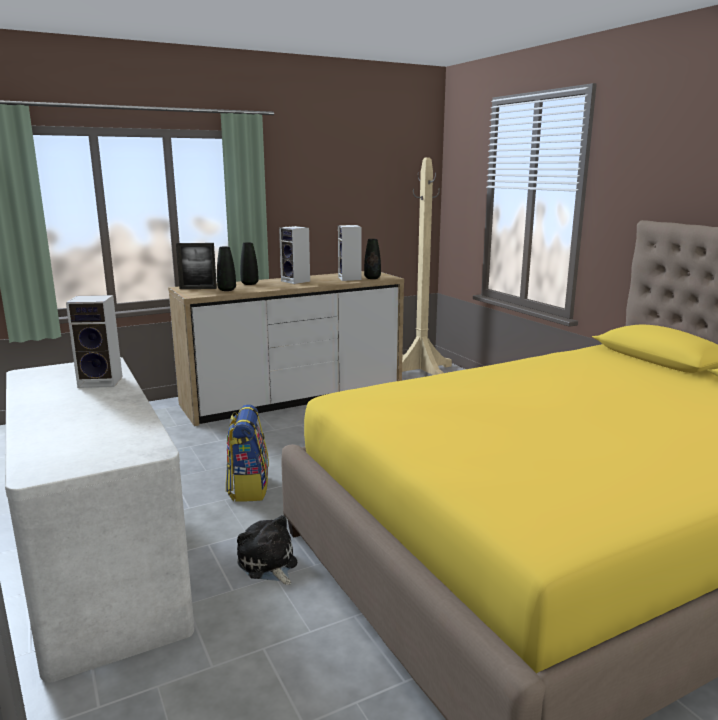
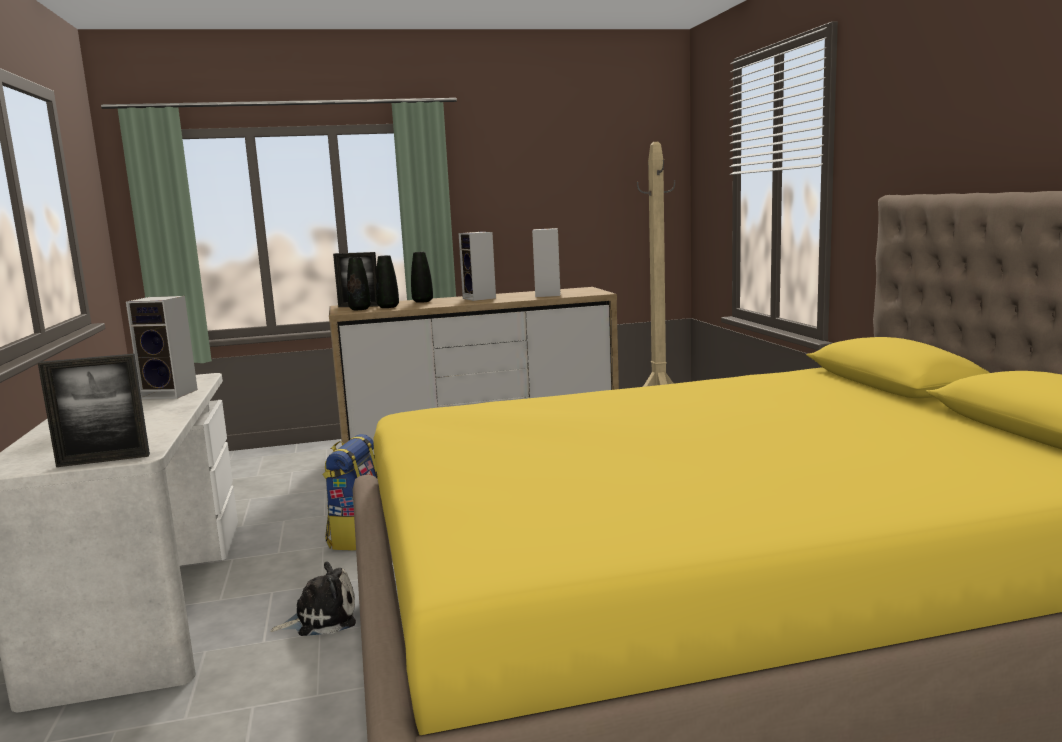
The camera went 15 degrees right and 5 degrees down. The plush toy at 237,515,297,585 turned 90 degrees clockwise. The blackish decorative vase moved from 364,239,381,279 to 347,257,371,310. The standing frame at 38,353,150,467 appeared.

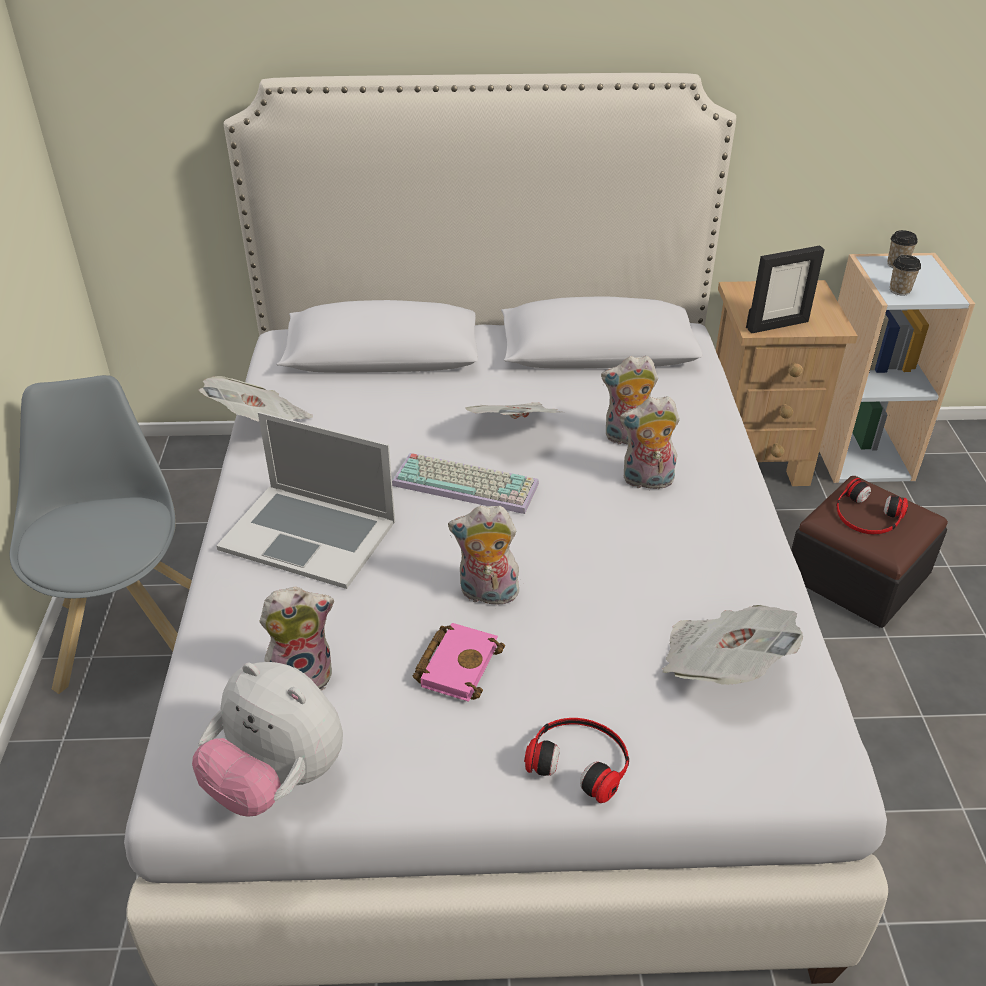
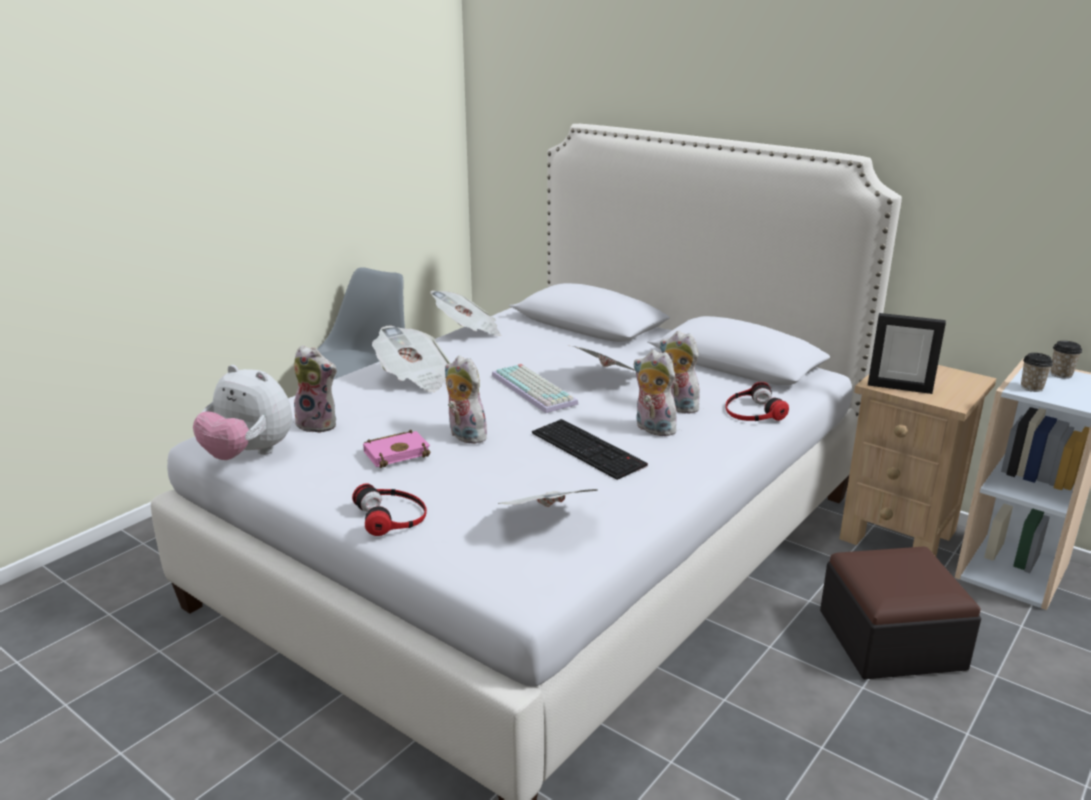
The camera went 40 degrees right and 15 degrees down. The plush toy at 192,662,343,817 turned 45 degrees counterclockwise. The laptop at 216,412,395,589 was replaced by the newspaper at 372,326,451,392. The pair of headphones moved from 836,478,908,534 to 726,382,789,421. The computer keyboard at 532,419,648,480 appeared.

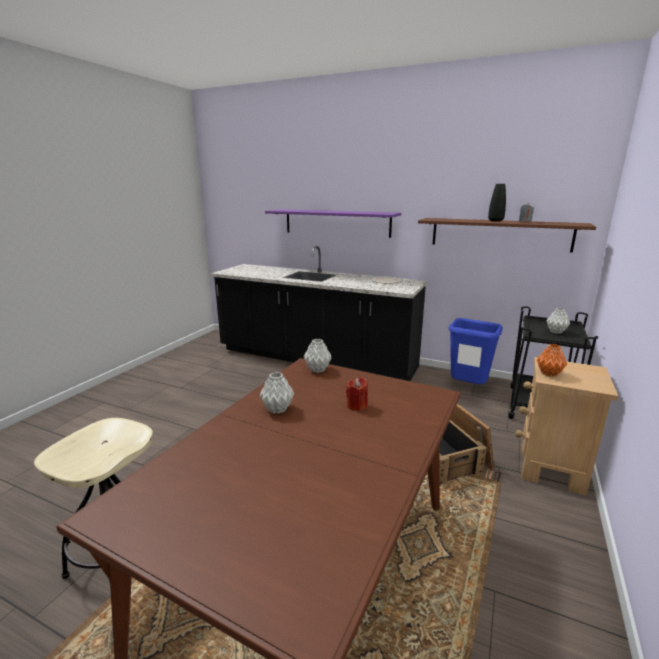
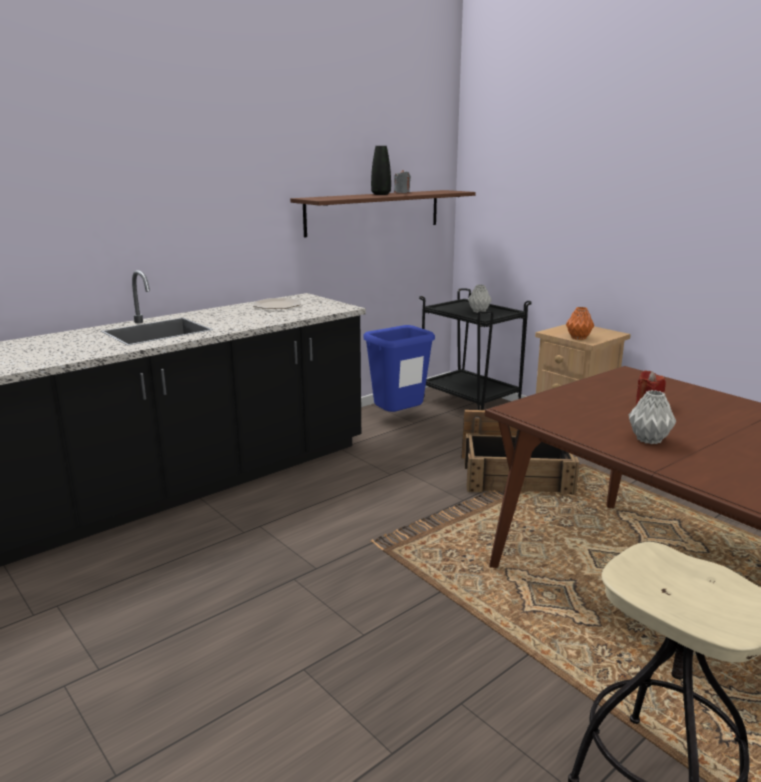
The camera went 65 degrees left and 0 degrees up. The purplish shelf at 265,209,401,238 disappeared. The grey decorative vase at 304,339,331,373 disappeared.

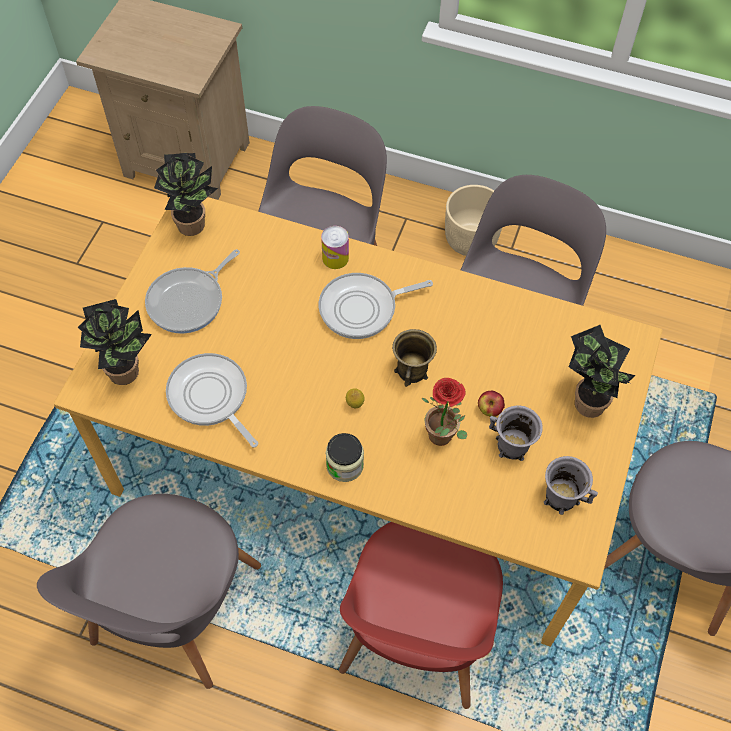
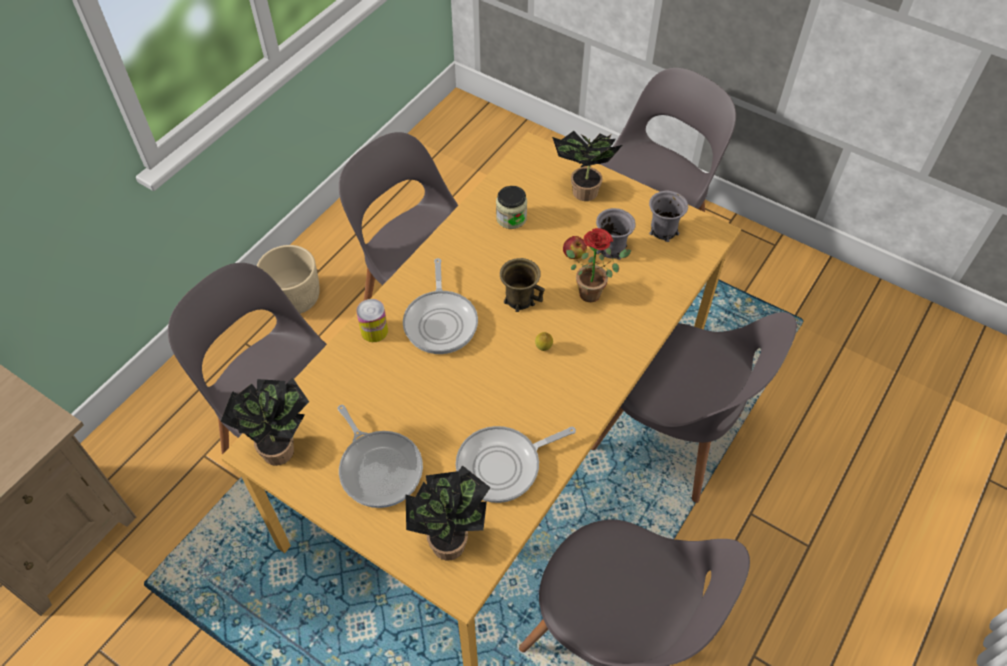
The camera went 75 degrees left and 5 degrees down. The storage jar moved from 326,433,364,482 to 496,186,527,229. The reddish chair at 339,522,503,709 became the grey chair at 591,312,797,503.

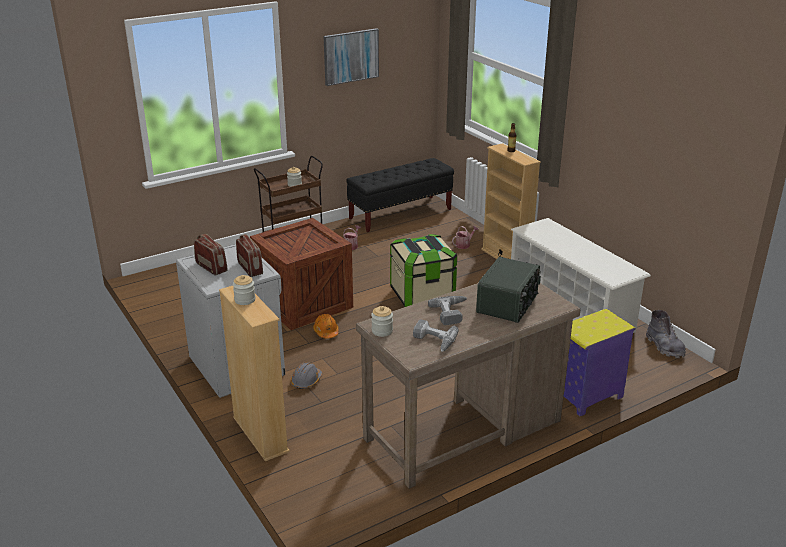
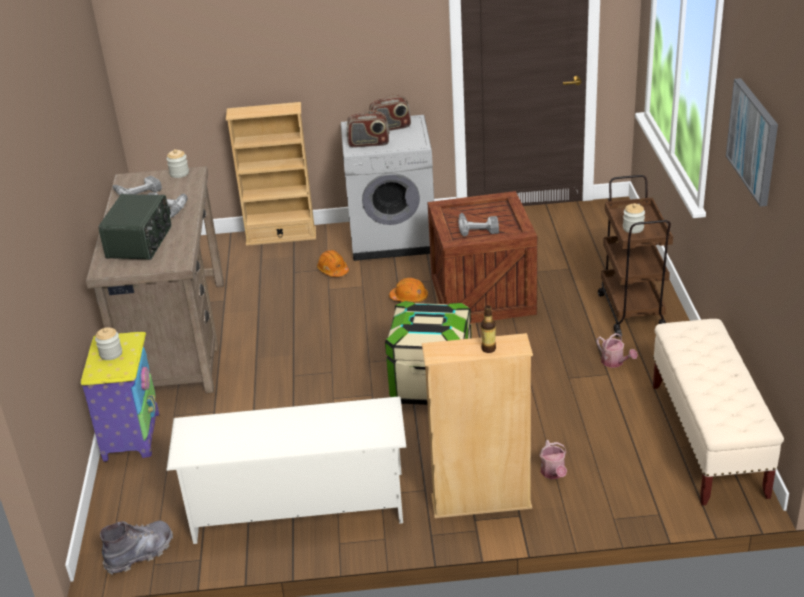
The camera went 120 degrees right and 5 degrees up. The storage jar moved from 233,275,256,305 to 95,327,122,360. The grey hard hat at 291,362,322,389 became the orange-coloured hard hat at 317,250,349,277. The blackish bench at 346,158,454,232 became the sand-coloured bench at 653,319,784,505. The radio at 476,256,541,323 turned 135 degrees counterclockwise. The grey tall boot at 646,310,686,358 turned 135 degrees clockwise. The drill at 458,213,499,236 appeared.

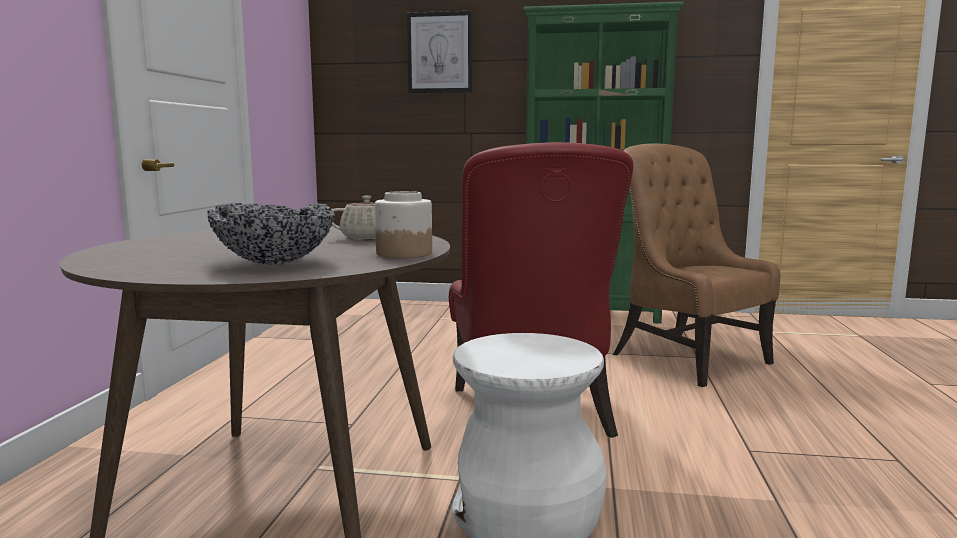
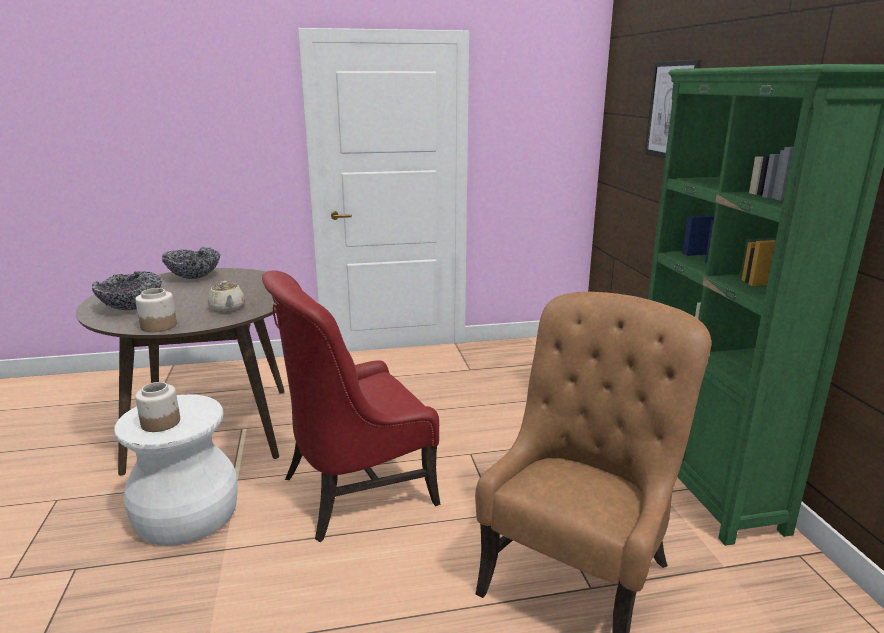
The camera went 70 degrees right and 10 degrees up. The storage jar at 135,382,180,432 appeared. The bowl at 162,247,220,279 appeared.

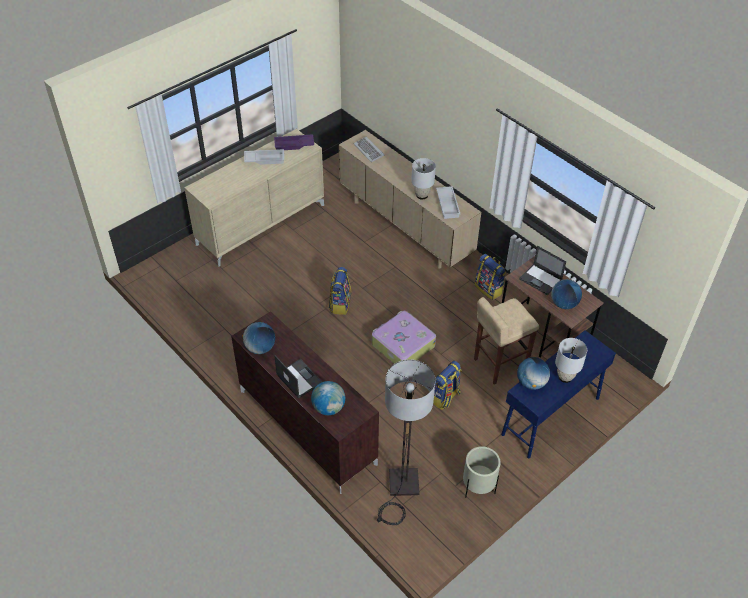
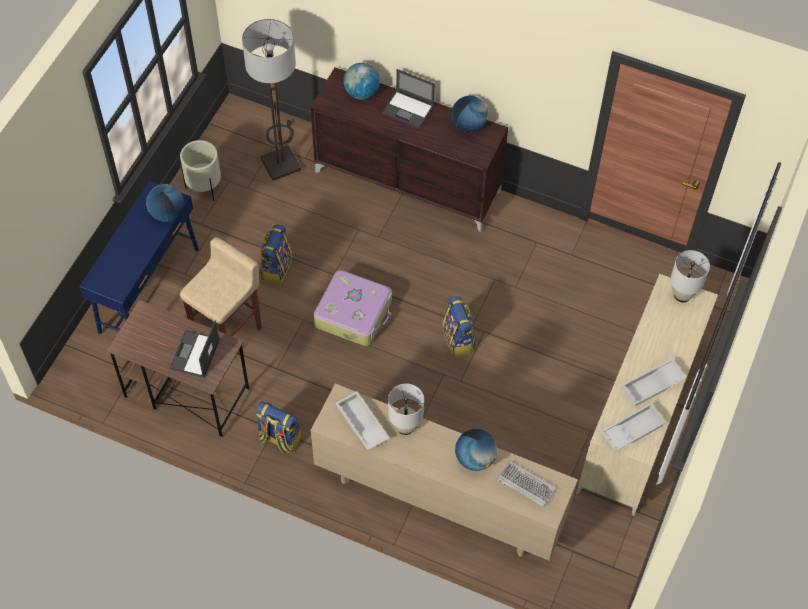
The camera went 155 degrees right and 10 degrees up. The purplish tray at 274,134,314,150 became the whitish tray at 600,403,666,452. The laptop at 519,246,566,295 turned 90 degrees counterclockwise. The world globe moved from 551,279,582,309 to 455,429,497,471. The whitish table lamp moved from 555,338,587,383 to 671,250,710,302.

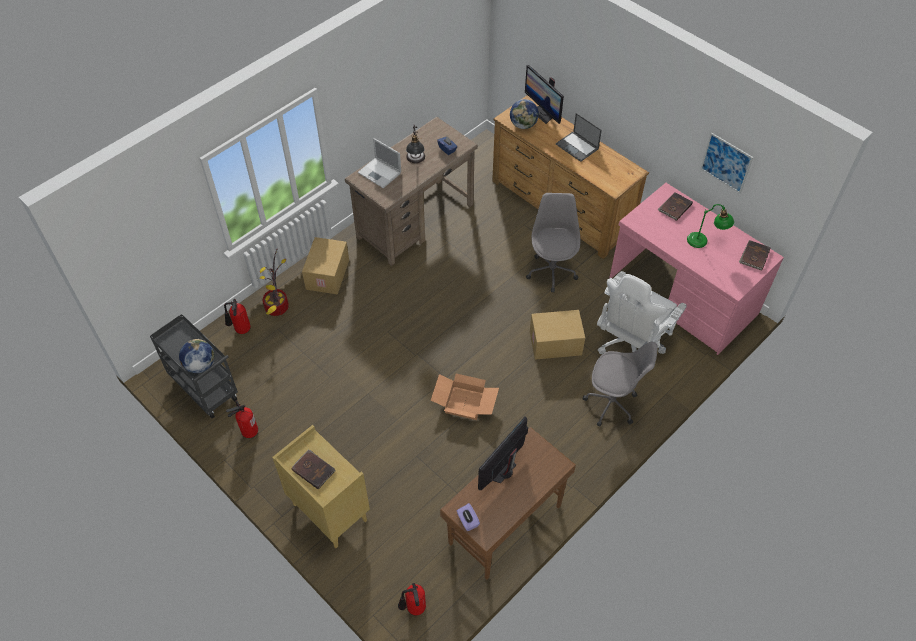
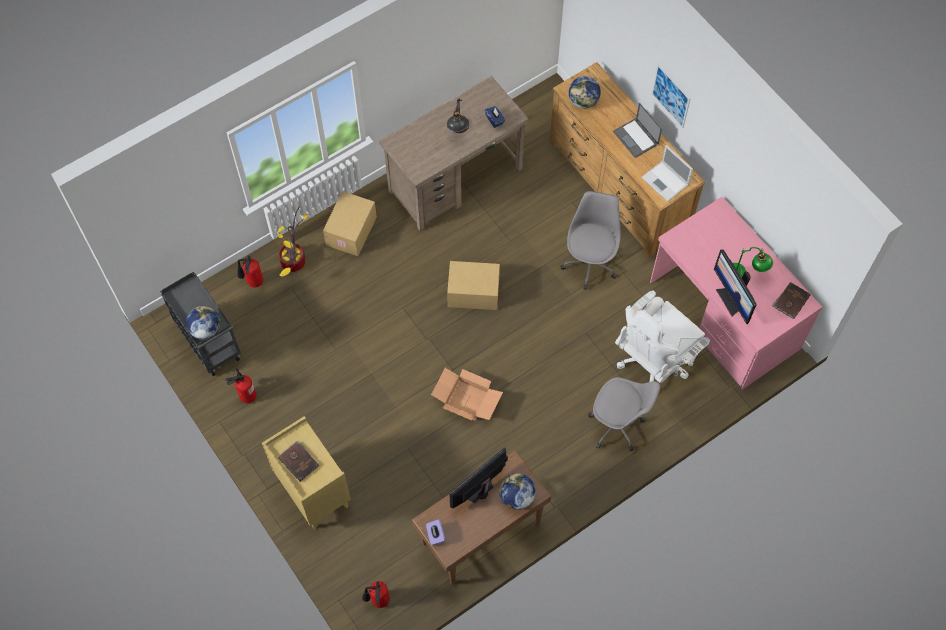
The camera went 10 degrees right and 10 degrees up. The laptop moved from 358,138,401,188 to 641,145,693,202. The monitor moved from 525,65,564,124 to 714,249,757,324. The carton moved from 530,310,585,360 to 447,261,500,310. The brown-coloured bound book at 657,192,693,221 disappeared. The picture moved from 700,132,753,194 to 652,64,691,128. The world globe at 499,473,536,510 appeared.

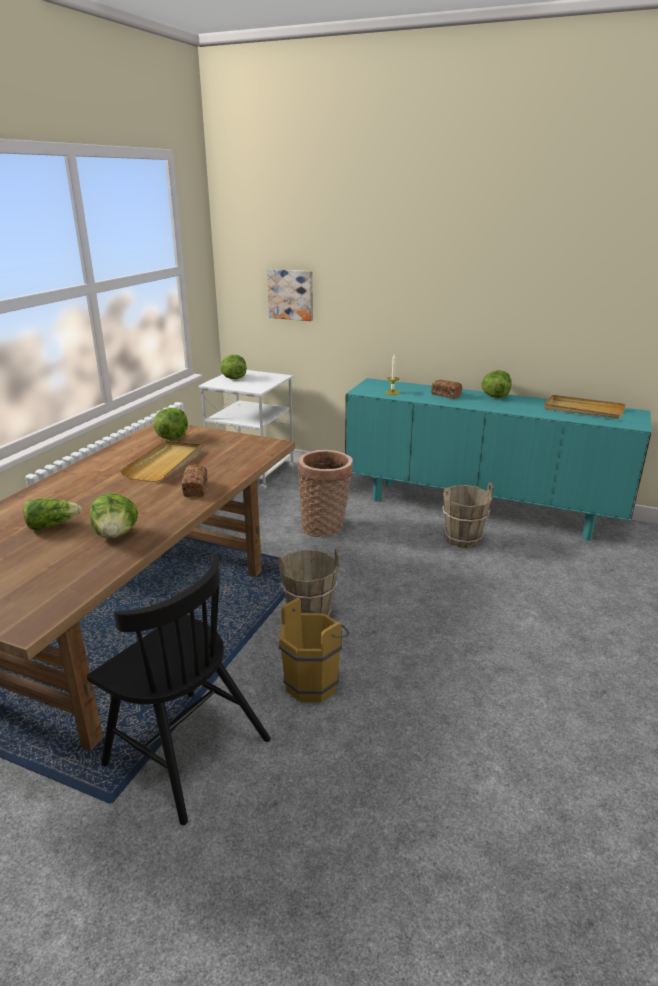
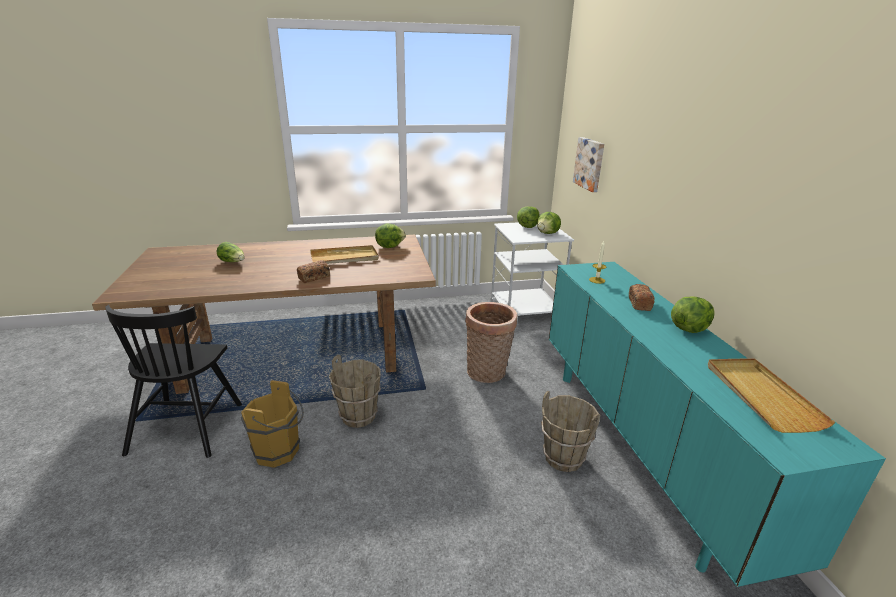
The camera went 55 degrees right and 0 degrees up. The lettuce head moved from 90,494,138,538 to 537,212,561,234.

